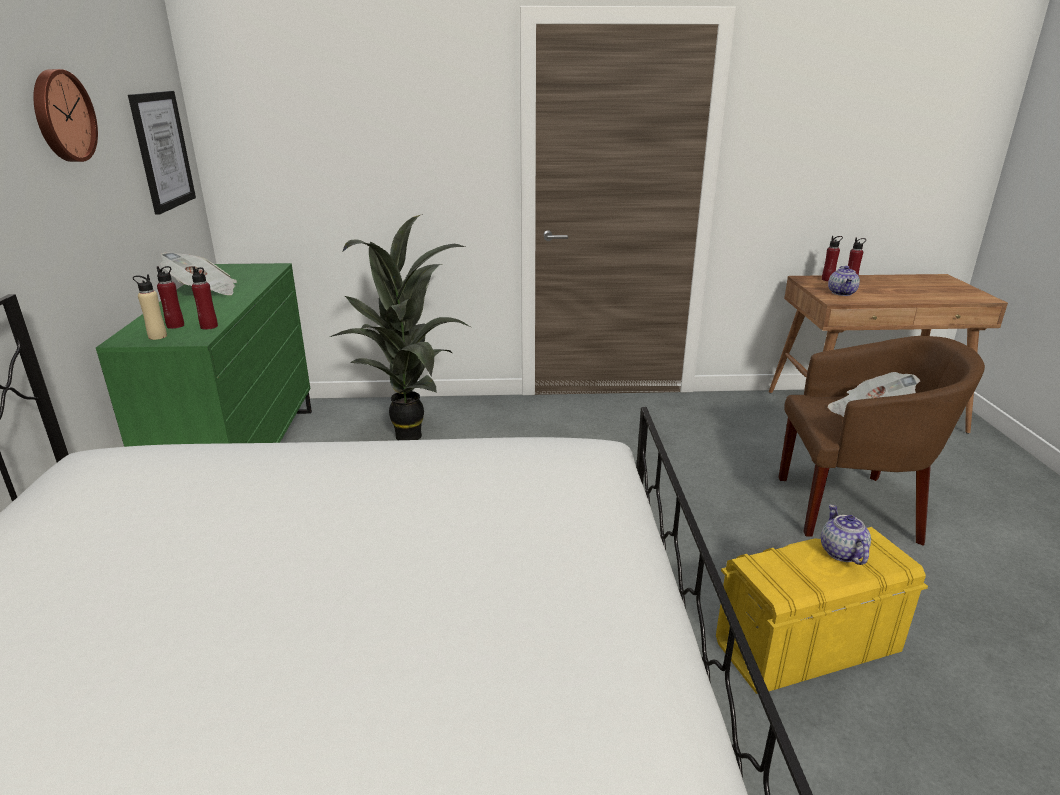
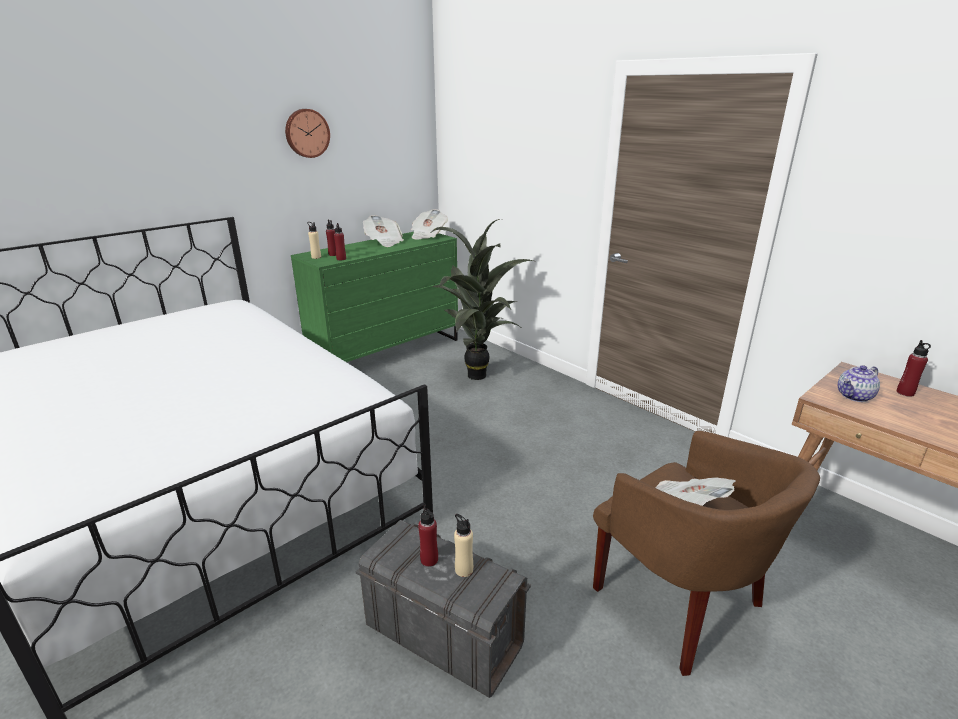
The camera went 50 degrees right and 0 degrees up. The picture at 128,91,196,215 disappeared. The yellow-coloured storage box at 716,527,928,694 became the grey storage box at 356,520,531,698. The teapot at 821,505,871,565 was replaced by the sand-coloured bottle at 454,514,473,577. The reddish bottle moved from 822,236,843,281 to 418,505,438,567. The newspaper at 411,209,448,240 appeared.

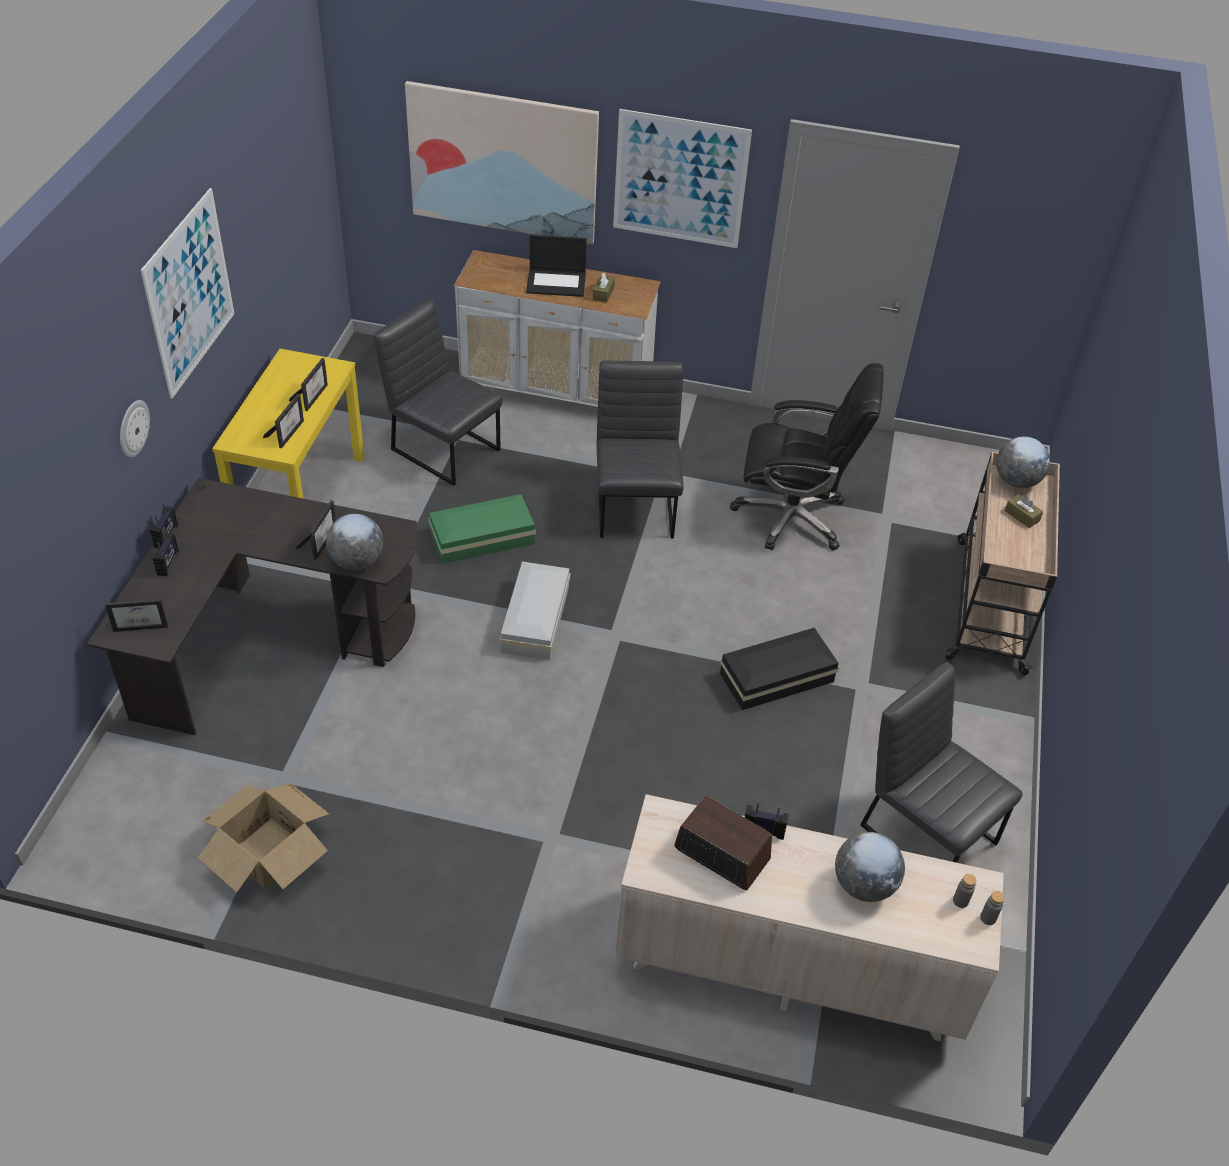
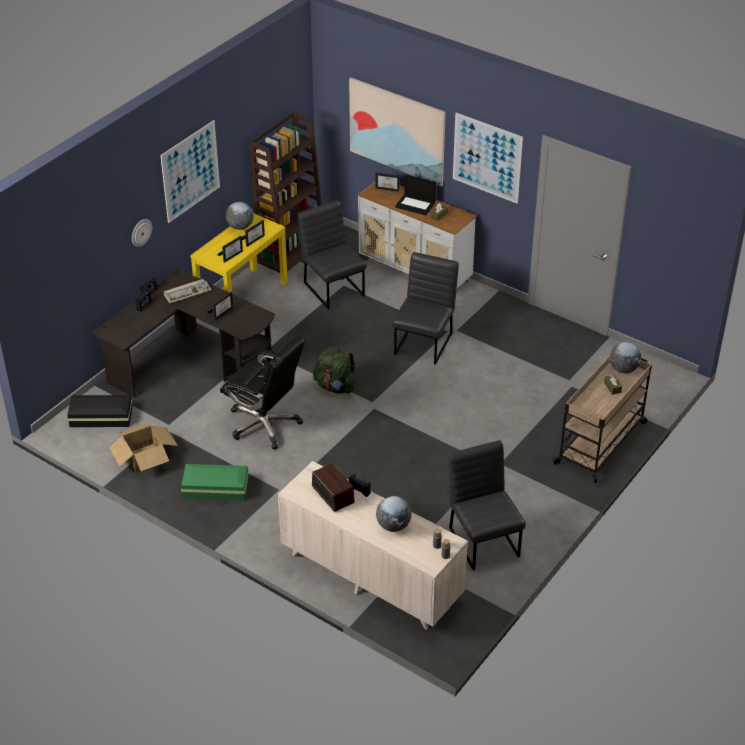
The camera went 25 degrees right and 5 degrees down. The standing frame moved from 105,599,168,632 to 376,173,400,192. The world globe moved from 326,514,383,570 to 226,202,254,230. The greenish storage box moved from 429,494,536,564 to 181,464,249,500. The whitish storage box at 500,562,570,660 was replaced by the greenish rucksack at 313,347,356,394. The blackish storage box moved from 720,628,839,710 to 67,395,132,427. The blackish office chair moved from 730,363,884,550 to 220,337,305,449. The computer keyboard at 164,279,212,304 appeared. The brown-coloured bookshelf at 250,112,322,273 appeared.

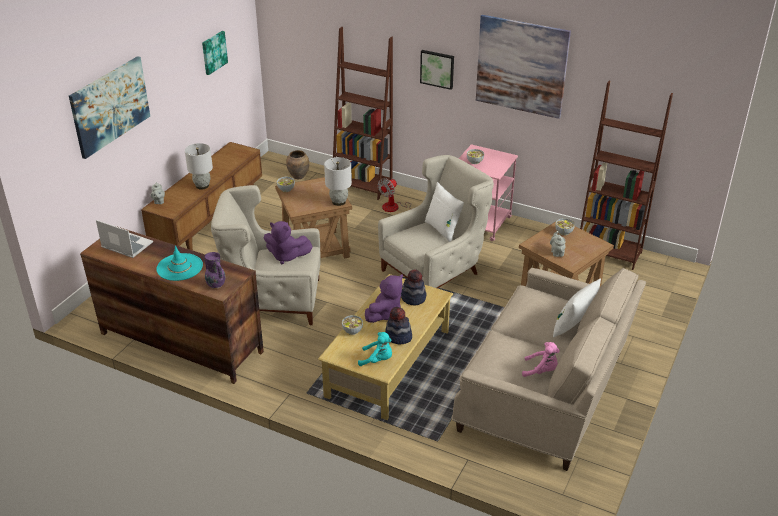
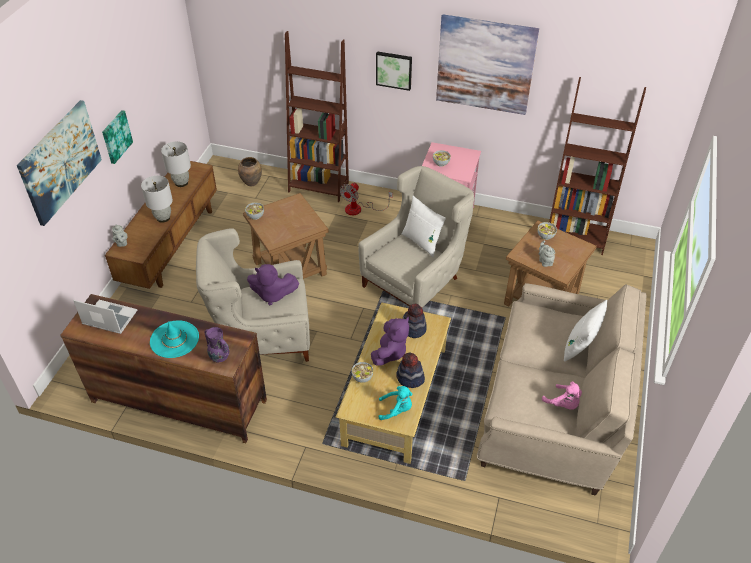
The camera went 10 degrees left and 10 degrees up. The picture moved from 202,31,228,75 to 102,110,133,164. The whitish table lamp moved from 324,157,352,206 to 161,141,191,187. The pink-coloured plush toy at 522,342,560,377 turned 45 degrees clockwise.

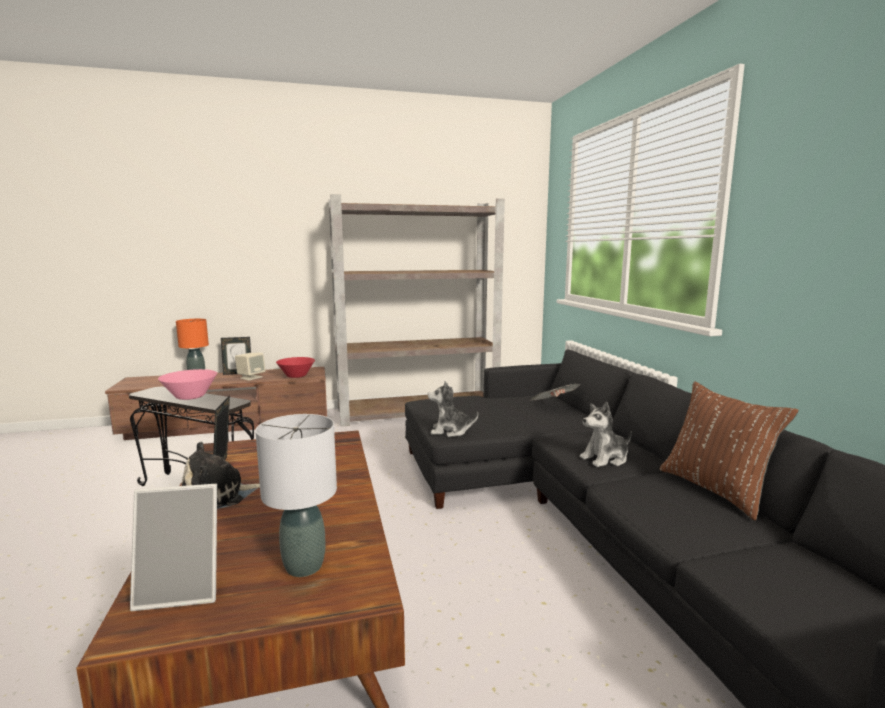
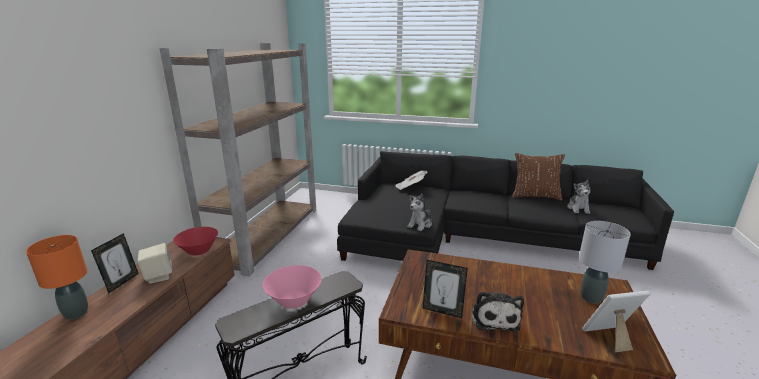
The camera went 60 degrees left and 10 degrees up. The standing frame at 130,484,217,611 turned 120 degrees counterclockwise. The plush toy moved from 580,402,632,467 to 567,180,590,214.

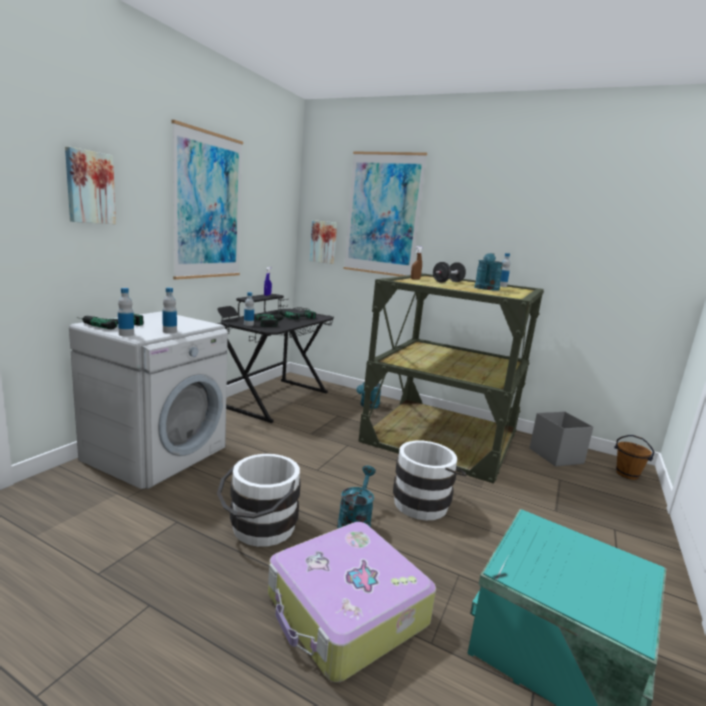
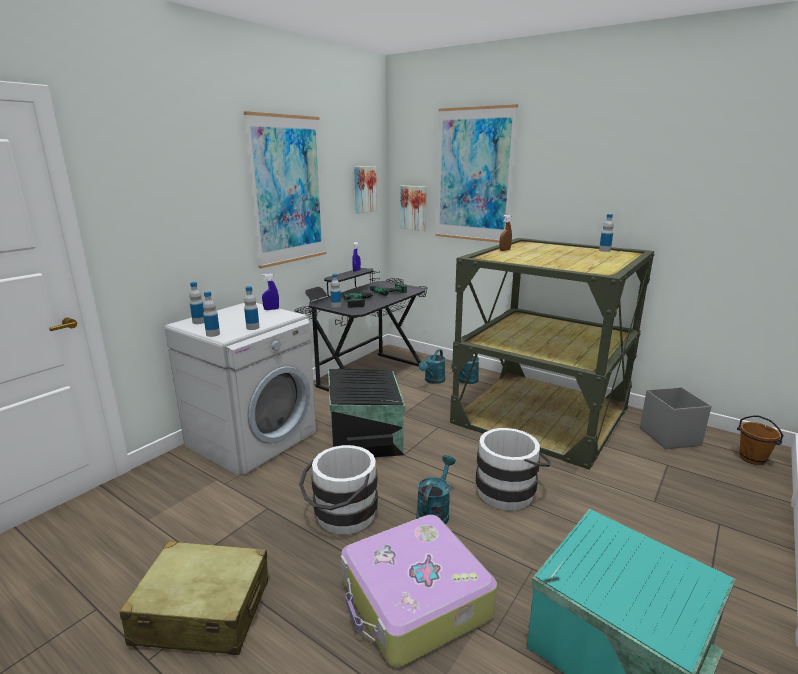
The camera went 10 degrees right and 5 degrees up. The picture moved from 65,147,116,224 to 354,166,377,214. The drill at 76,314,144,329 was replaced by the bottle at 189,282,204,324. The blackish dumbbell at 433,262,466,282 disappeared. The turquoise watering pot moved from 474,253,503,291 to 419,349,445,384. The sand-coloured travel case at 120,541,268,655 appeared. The blue-coloured spray bottle at 262,273,279,310 appeared. The blackish storage box at 328,369,405,458 appeared.

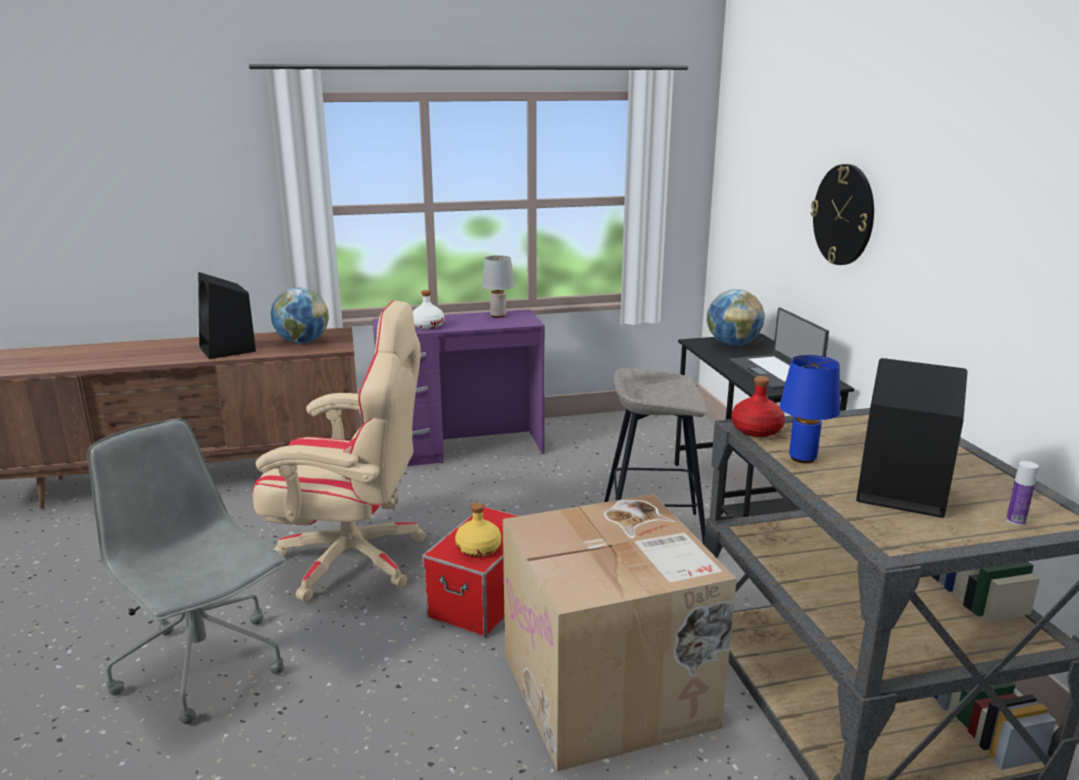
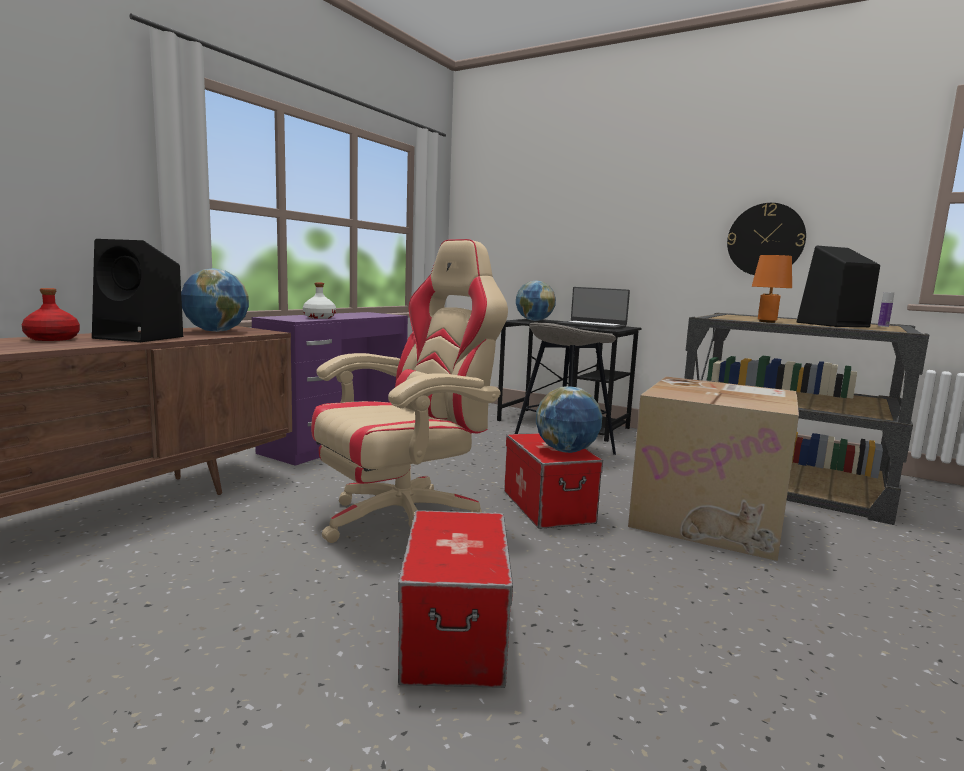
The camera went 45 degrees left and 10 degrees down. The grey office chair at 87,419,287,724 was replaced by the storage box at 398,510,513,688. The yellow-coloured bottle at 455,503,501,557 was replaced by the world globe at 536,386,602,453. The grey table lamp at 482,255,515,318 disappeared. The reddish bottle moved from 731,376,785,437 to 22,288,80,341. The blue-coloured table lamp at 780,355,840,463 became the orange-coloured table lamp at 752,255,792,323. The wall clock moved from 811,164,874,265 to 727,203,806,275.

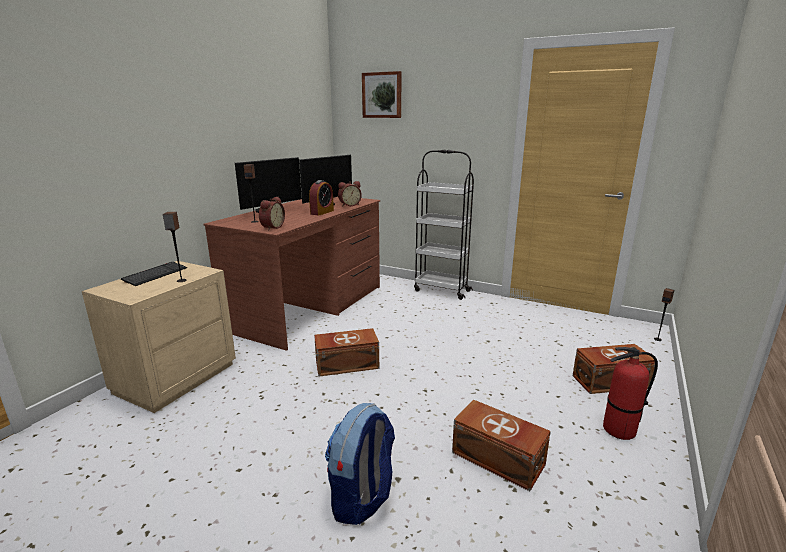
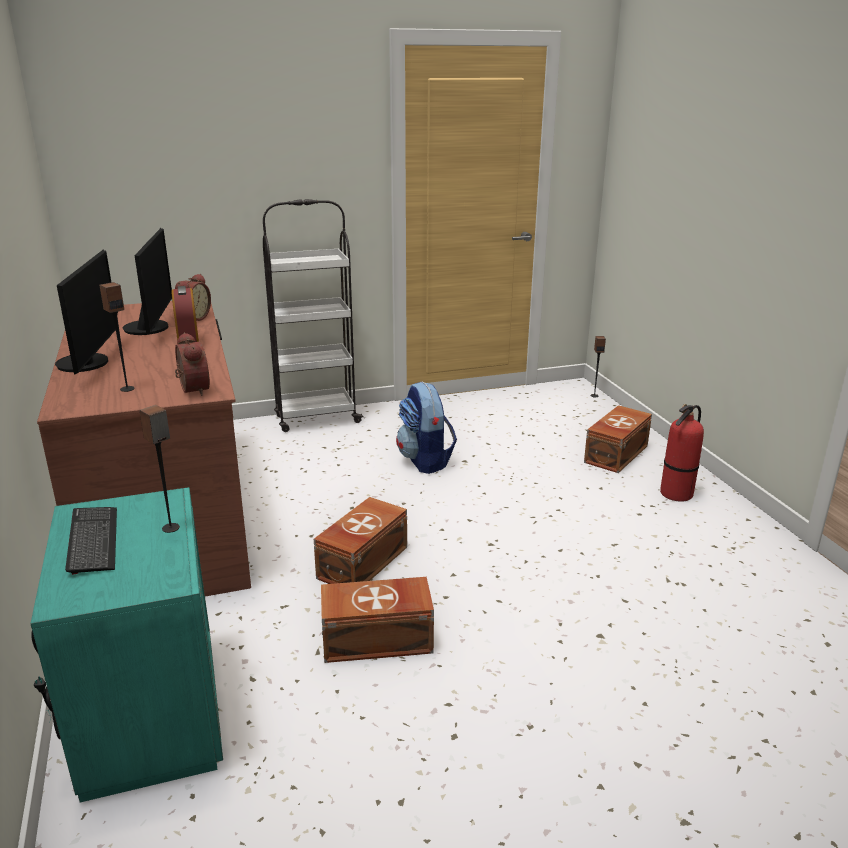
The camera went 45 degrees left and 5 degrees up. The sand-coloured bedside table at 82,261,236,413 became the turquoise bedside table at 30,487,223,802. The rucksack moved from 325,403,395,525 to 396,382,457,474. The picture at 362,71,402,118 disappeared. The brown-coloured storage box moved from 452,399,551,491 to 321,577,434,663.

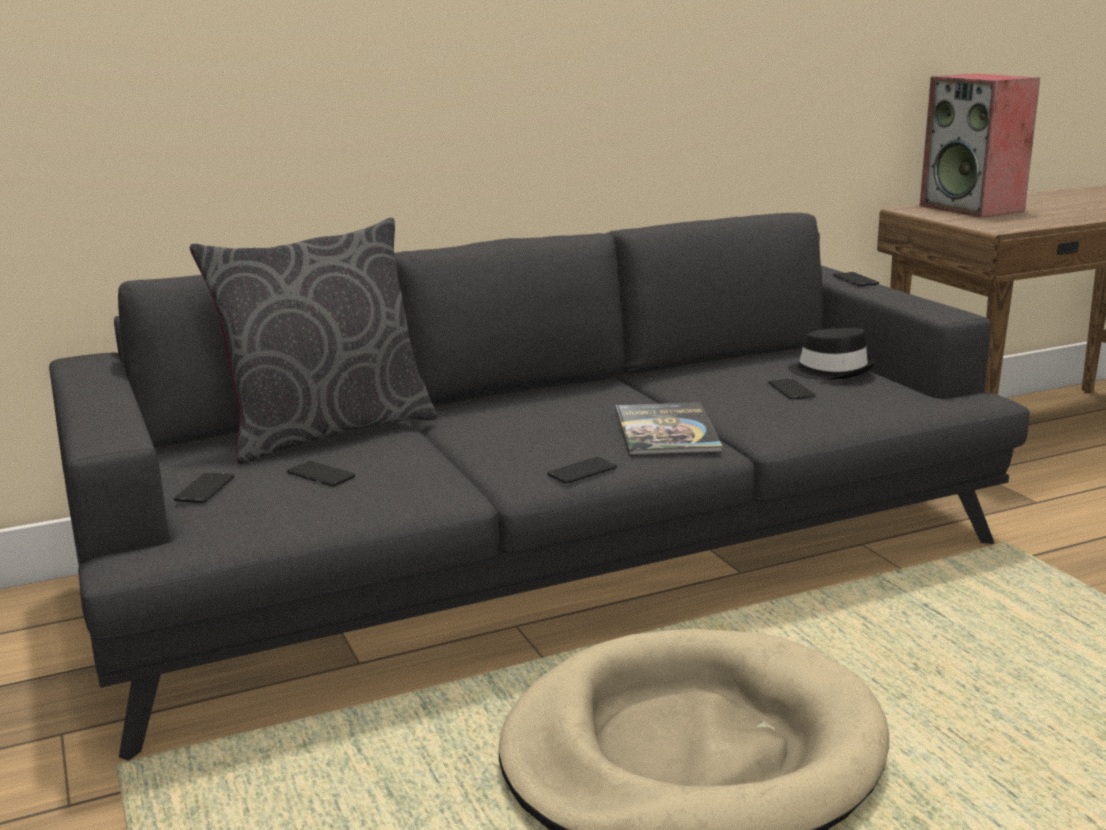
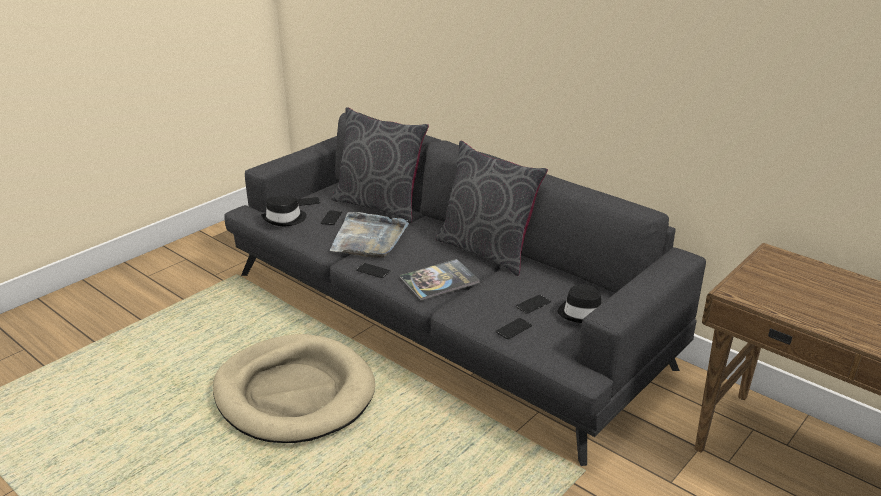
The camera went 65 degrees right and 10 degrees up. The telephone moved from 832,272,879,286 to 496,318,532,339. The audio speaker at 920,74,1040,218 disappeared. The blackish wearable hat at 261,196,307,226 appeared. The grey tray at 330,212,409,258 appeared. The grey cushion at 436,141,548,276 appeared.

